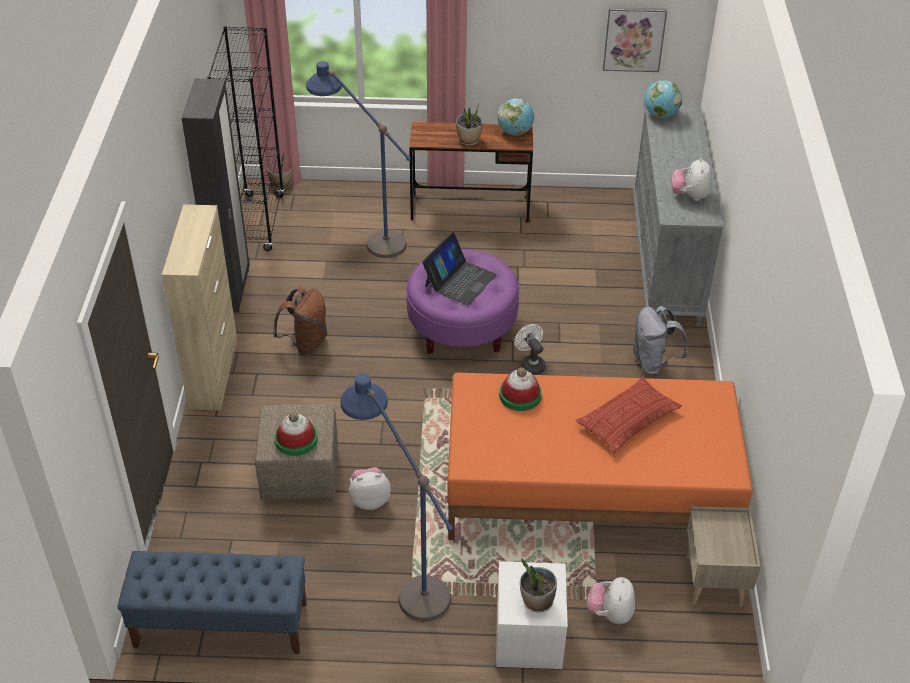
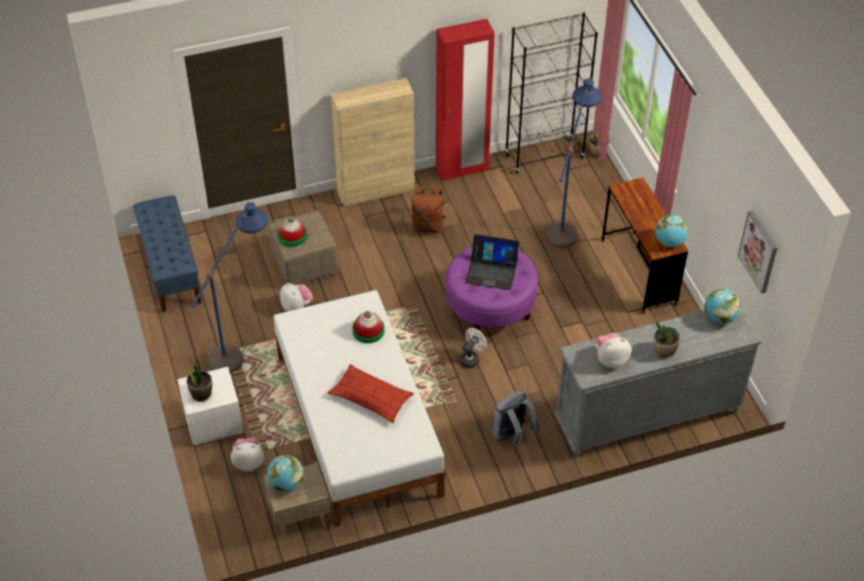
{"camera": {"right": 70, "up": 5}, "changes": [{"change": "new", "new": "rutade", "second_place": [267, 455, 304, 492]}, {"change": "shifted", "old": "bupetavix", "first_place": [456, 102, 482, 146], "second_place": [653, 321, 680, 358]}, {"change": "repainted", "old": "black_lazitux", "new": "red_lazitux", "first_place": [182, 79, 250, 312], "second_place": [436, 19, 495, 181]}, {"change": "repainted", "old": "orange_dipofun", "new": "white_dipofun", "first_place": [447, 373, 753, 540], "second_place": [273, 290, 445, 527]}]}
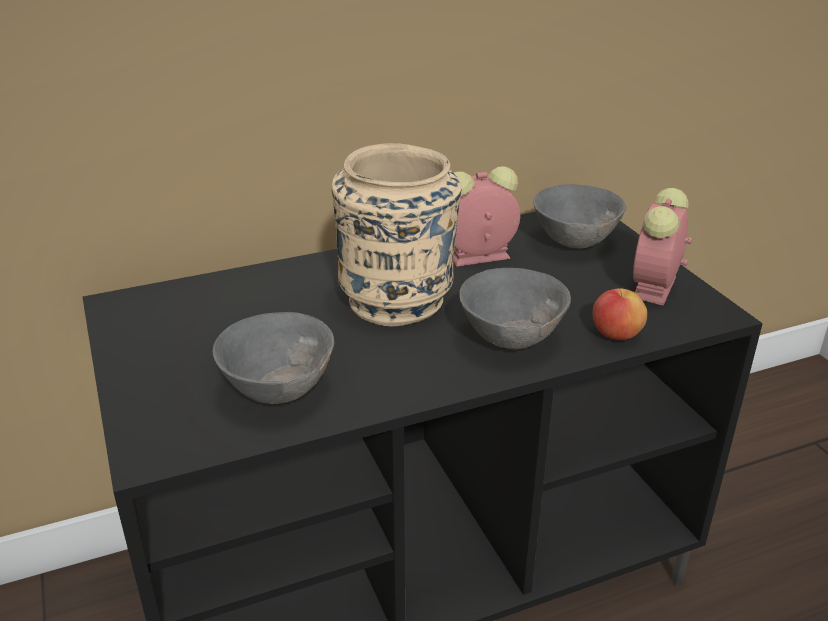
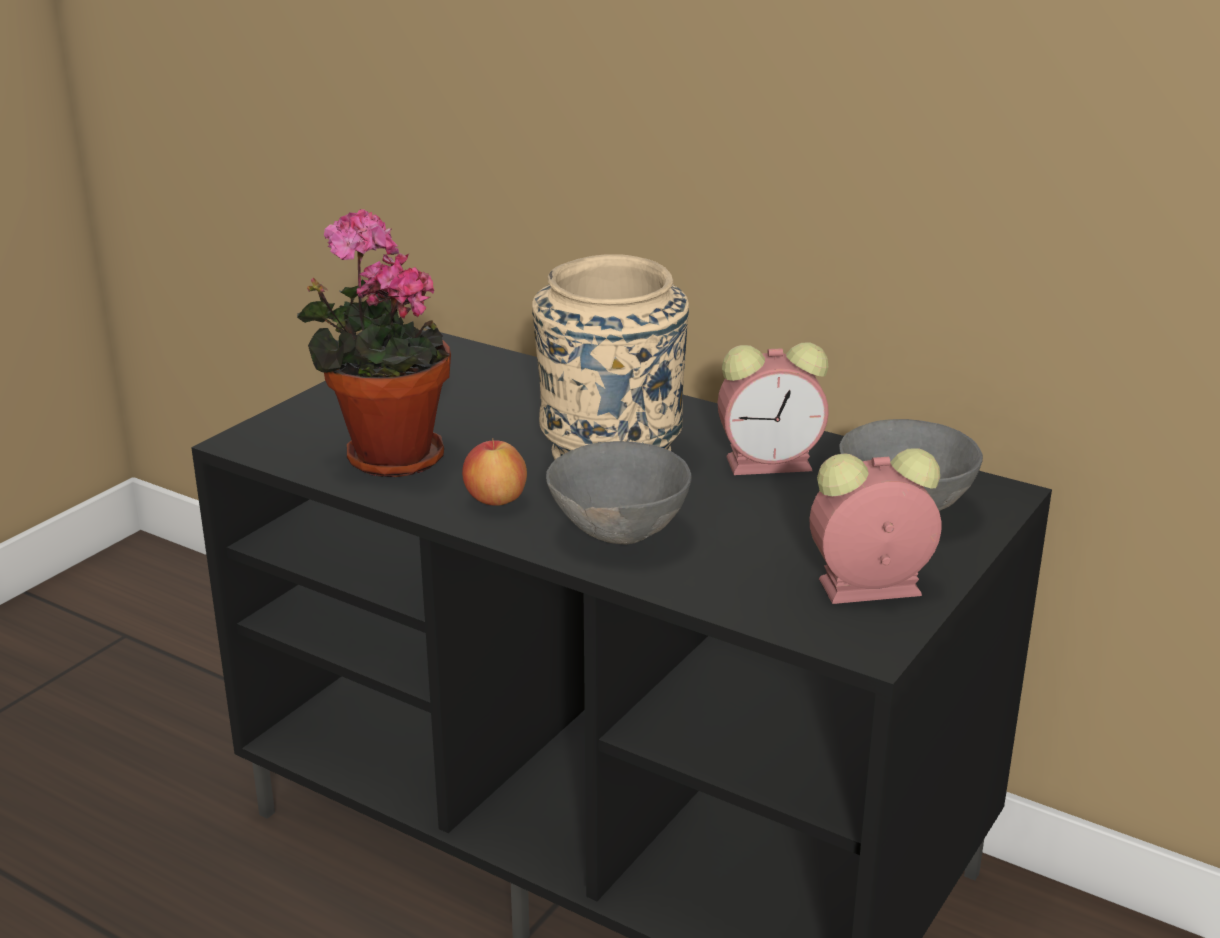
{"camera": {"right": 55, "up": -5}, "changes": [{"change": "shifted", "old": "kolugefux", "first_place": [593, 288, 647, 340], "second_place": [462, 439, 527, 506]}, {"change": "swapped", "old": "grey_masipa", "new": "bupetavix", "first_place": [213, 312, 334, 404], "second_place": [297, 209, 451, 477]}, {"change": "rotated", "old": "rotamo", "first_place": [453, 166, 520, 267], "second_place": [717, 342, 829, 475], "degrees": 135}]}
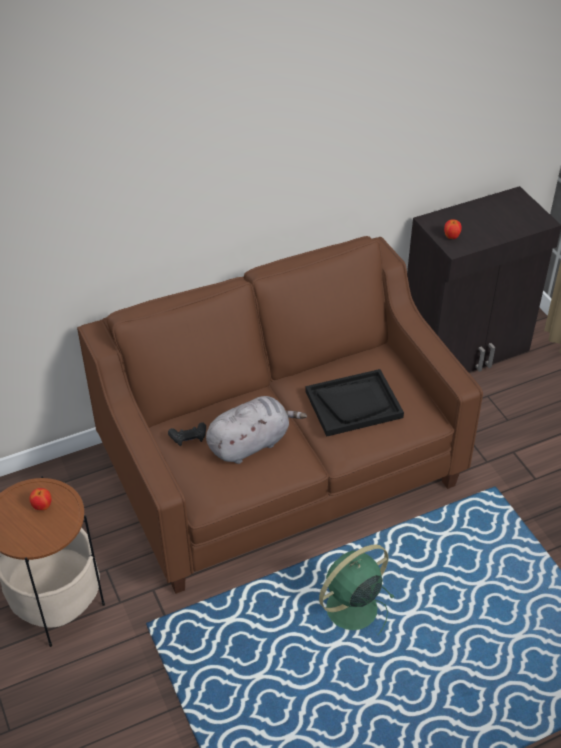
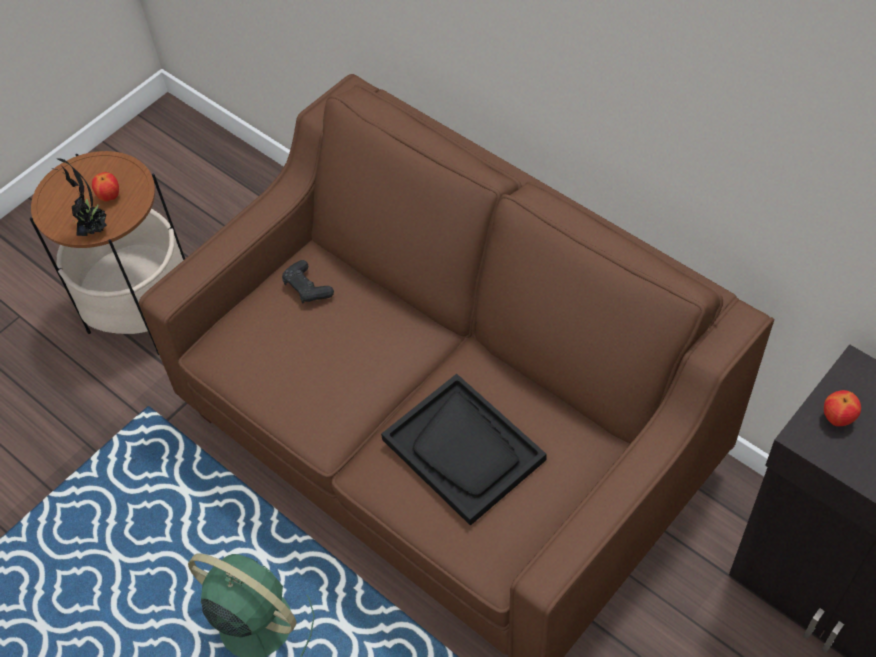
{"camera": {"right": 70, "up": 10}, "changes": [{"change": "gone", "old": "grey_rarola", "first_place": [206, 396, 307, 464]}, {"change": "new", "new": "bupetavix", "second_place": [52, 158, 107, 236]}]}
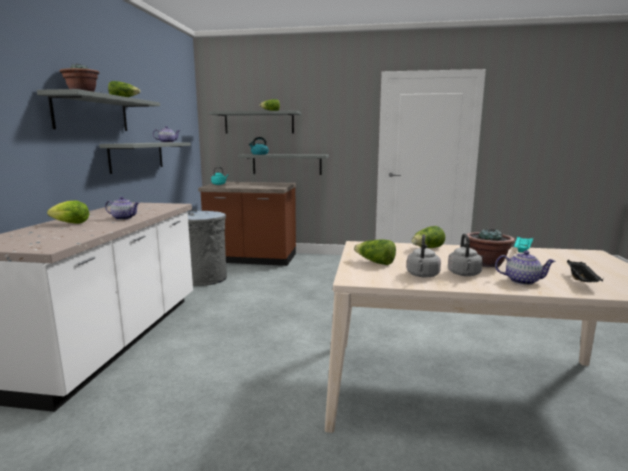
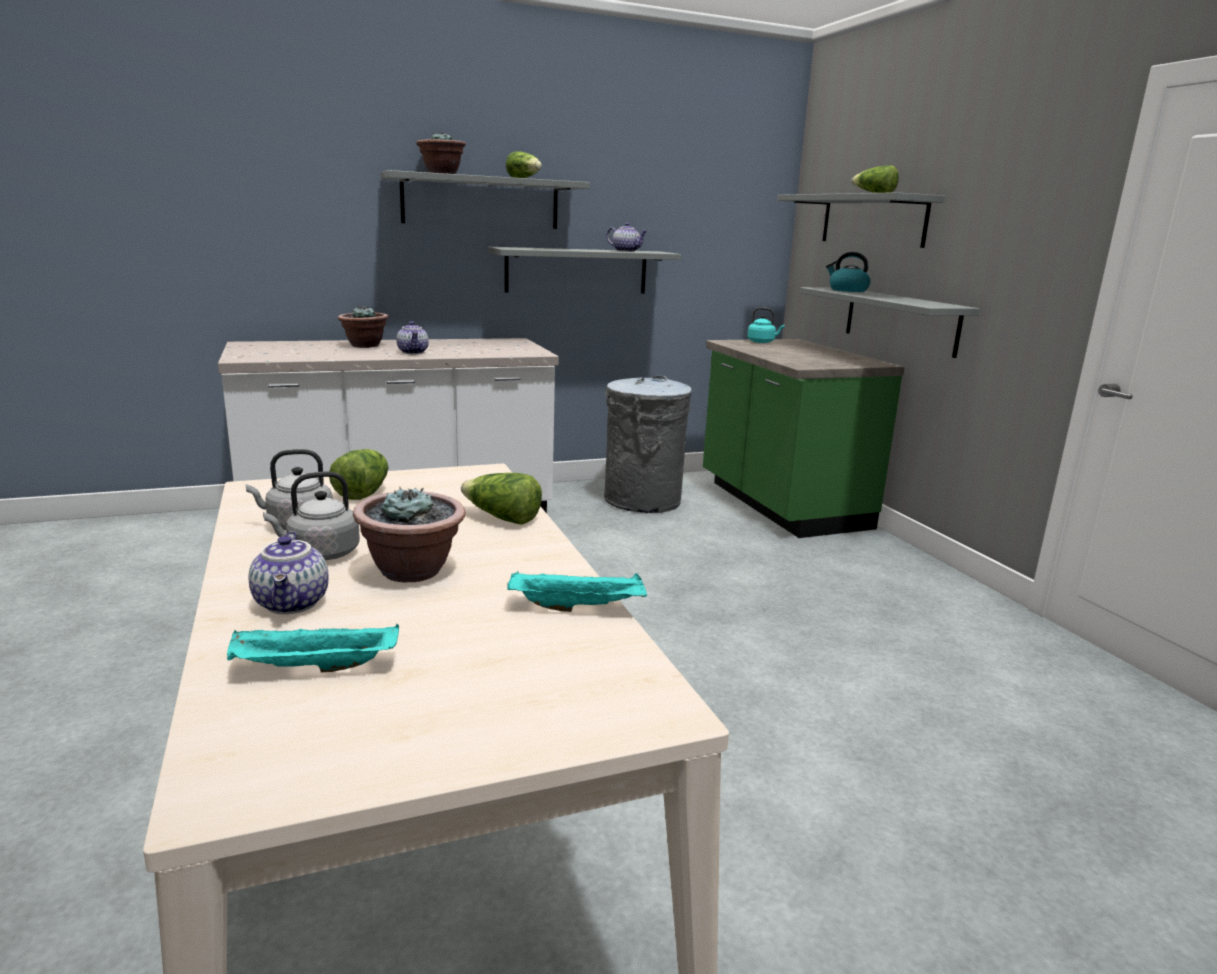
{"camera": {"right": 60, "up": 5}, "changes": [{"change": "swapped", "old": "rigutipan", "new": "bupetavix", "first_place": [47, 200, 89, 224], "second_place": [338, 305, 388, 348]}, {"change": "repainted", "old": "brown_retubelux", "new": "green_retubelux", "first_place": [198, 182, 296, 266], "second_place": [703, 339, 905, 538]}, {"change": "repainted", "old": "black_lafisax", "new": "turquoise_lafisax", "first_place": [567, 260, 603, 282], "second_place": [227, 624, 399, 672]}]}
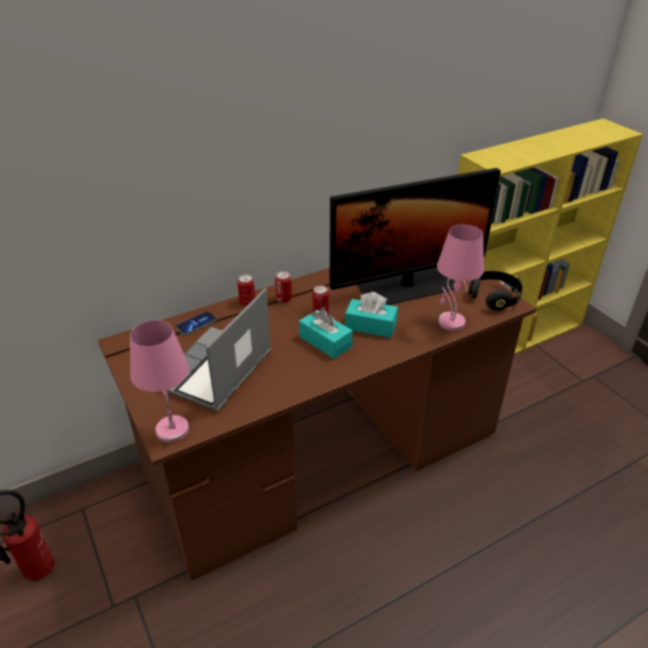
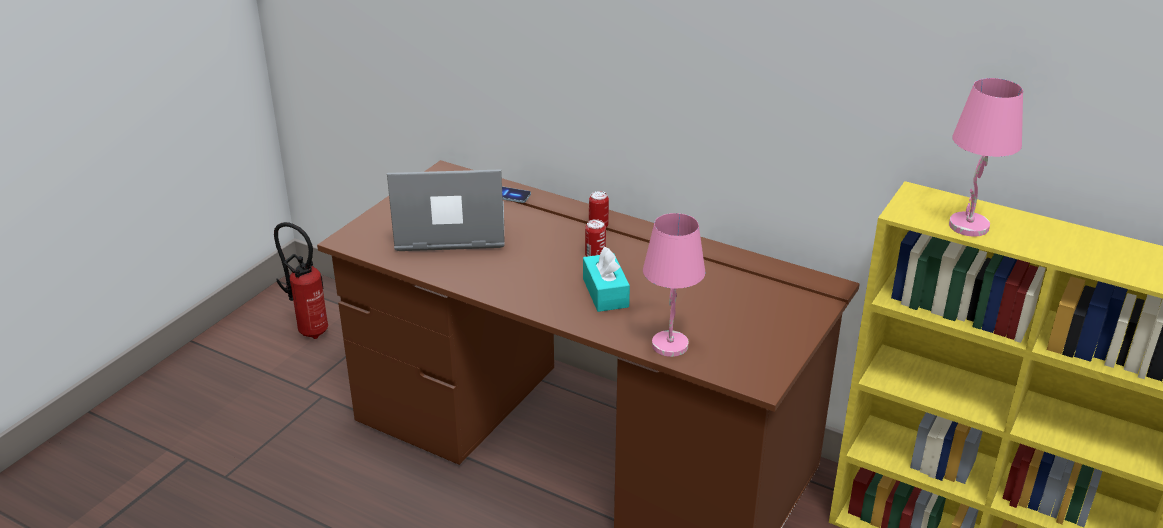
{"camera": {"right": 60, "up": -5}, "changes": [{"change": "gone", "old": "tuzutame", "first_place": [237, 275, 255, 306]}, {"change": "gone", "old": "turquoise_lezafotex", "first_place": [299, 309, 353, 359]}, {"change": "gone", "old": "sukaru", "first_place": [330, 168, 501, 305]}, {"change": "gone", "old": "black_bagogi", "first_place": [469, 271, 523, 310]}, {"change": "shifted", "old": "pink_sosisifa", "first_place": [130, 320, 189, 443], "second_place": [949, 78, 1023, 237]}]}
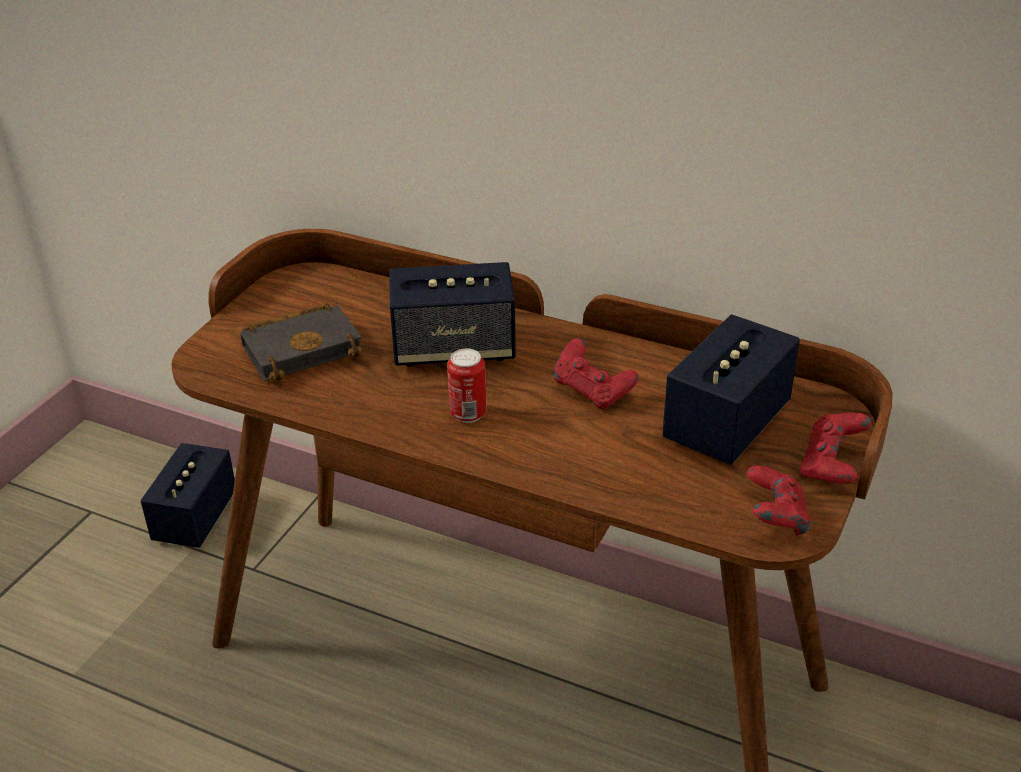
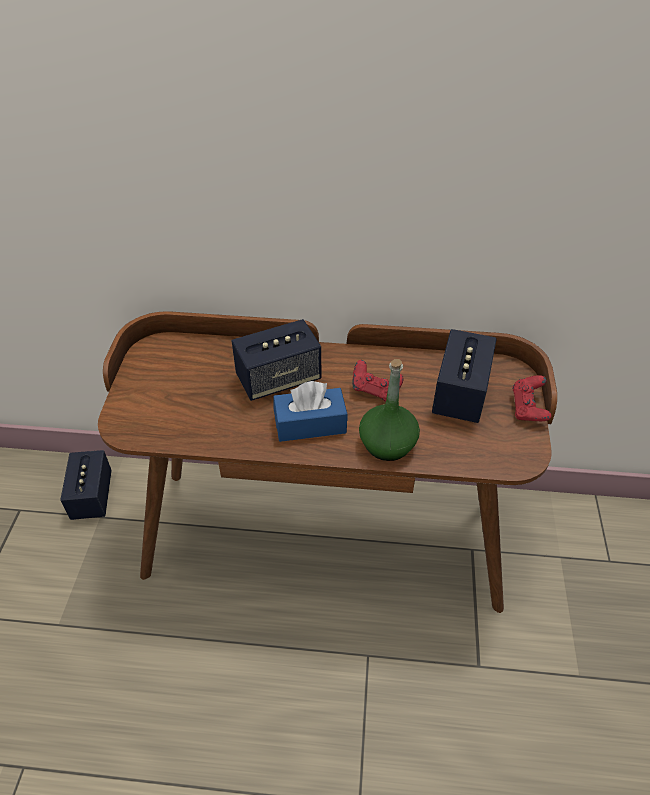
{"camera": {"right": -20, "up": 10}, "changes": [{"change": "gone", "old": "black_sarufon", "first_place": [240, 303, 364, 383]}, {"change": "gone", "old": "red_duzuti", "first_place": [747, 466, 811, 536]}, {"change": "new", "new": "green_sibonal", "second_place": [359, 359, 420, 461]}, {"change": "swapped", "old": "tuzutame", "new": "blue_lezafotex", "first_place": [447, 348, 487, 423], "second_place": [273, 381, 347, 442]}]}
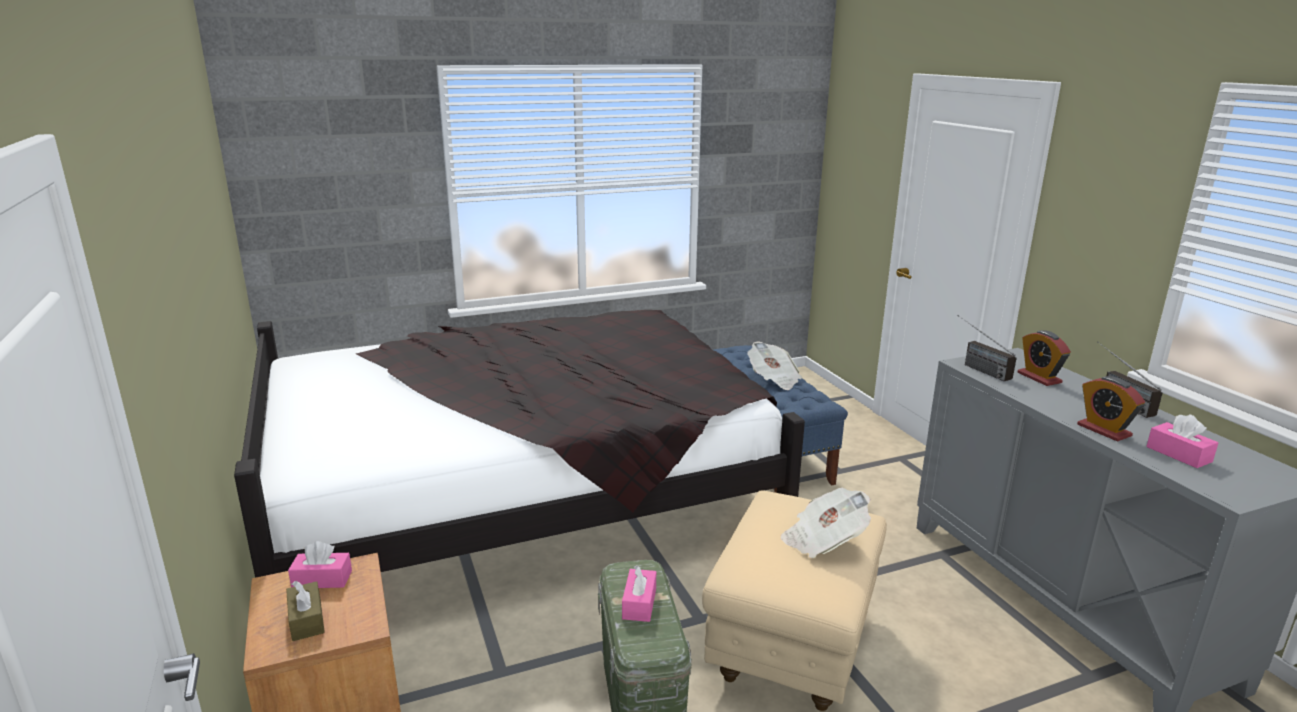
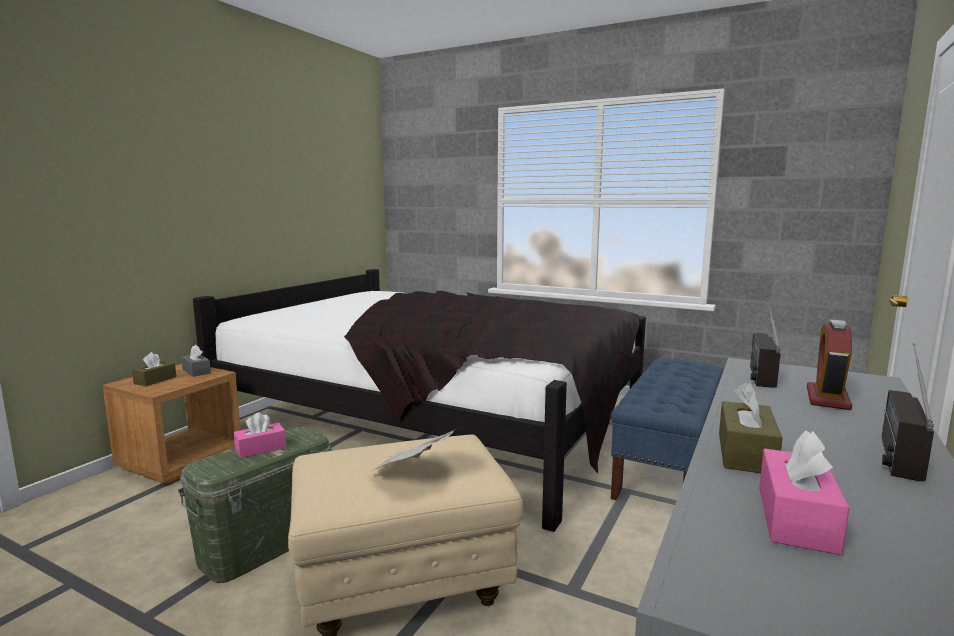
{"camera": {"right": 50, "up": -10}, "changes": [{"change": "gone", "old": "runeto", "first_place": [747, 341, 802, 390]}, {"change": "swapped", "old": "rotamo", "new": "brown_lezafotex", "first_place": [1077, 376, 1145, 442], "second_place": [719, 381, 782, 473]}, {"change": "repainted", "old": "pink_lezafotex", "new": "grey_lezafotex", "first_place": [288, 541, 352, 588], "second_place": [181, 345, 211, 377]}]}
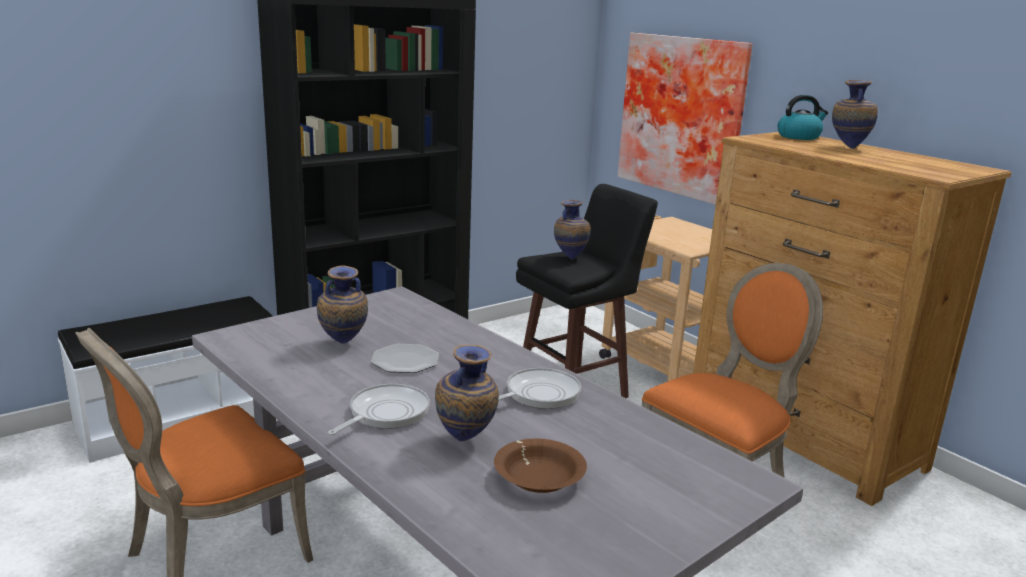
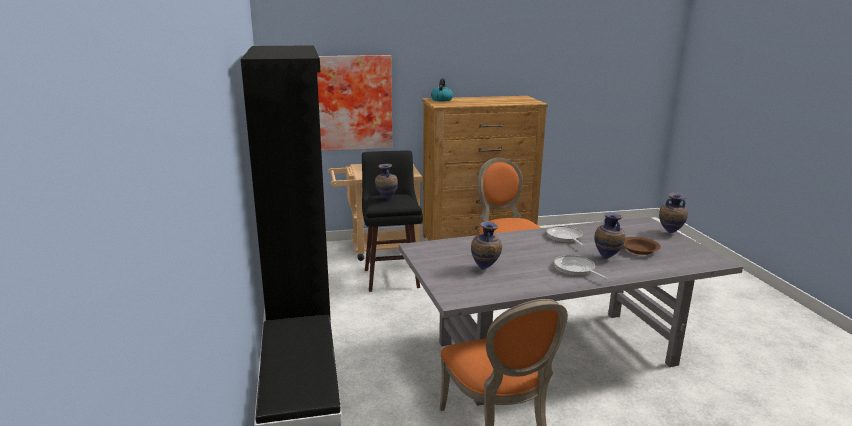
{"camera": {"right": -65, "up": 0}, "changes": [{"change": "gone", "old": "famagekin", "first_place": [371, 344, 439, 373]}, {"change": "shifted", "old": "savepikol", "first_place": [832, 80, 878, 149], "second_place": [659, 192, 688, 233]}]}
